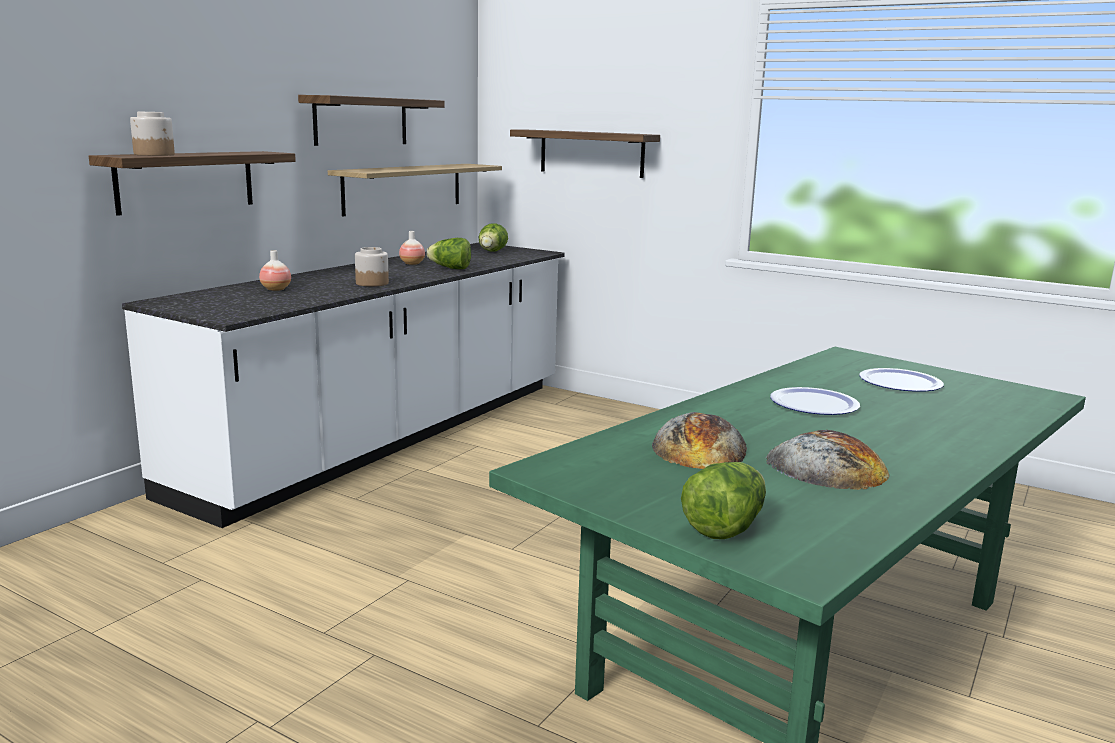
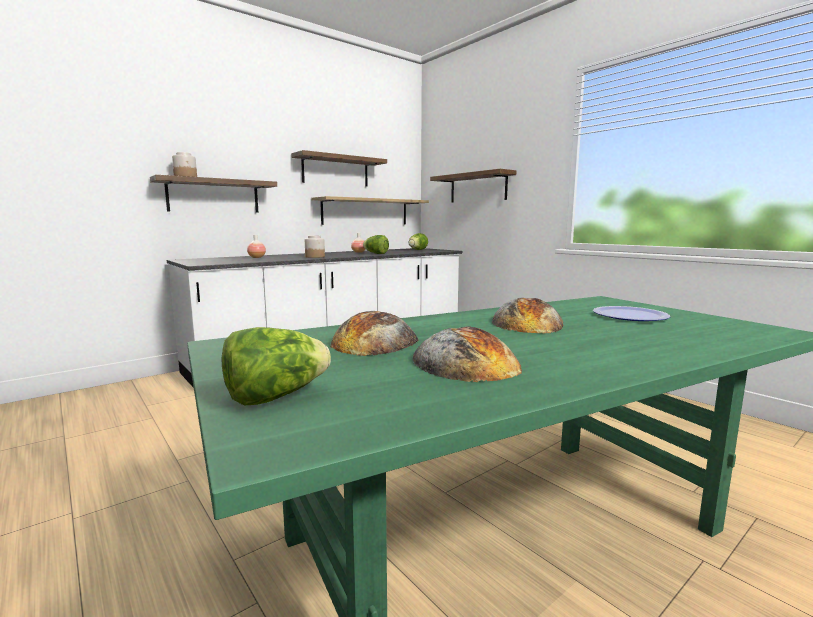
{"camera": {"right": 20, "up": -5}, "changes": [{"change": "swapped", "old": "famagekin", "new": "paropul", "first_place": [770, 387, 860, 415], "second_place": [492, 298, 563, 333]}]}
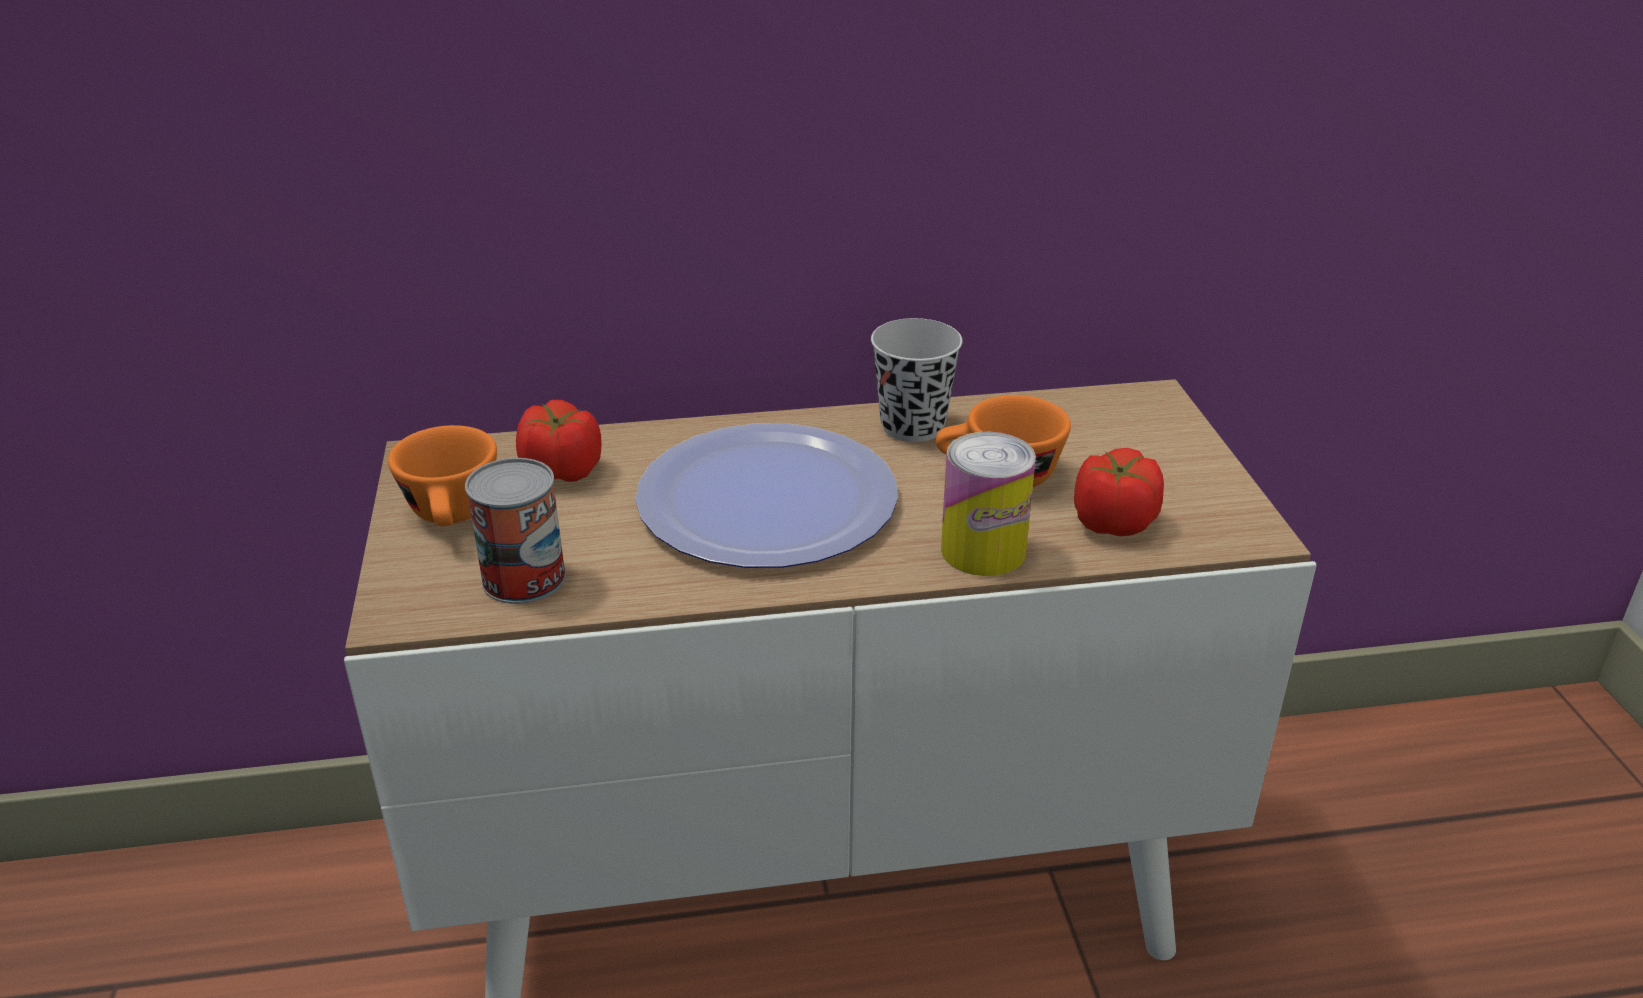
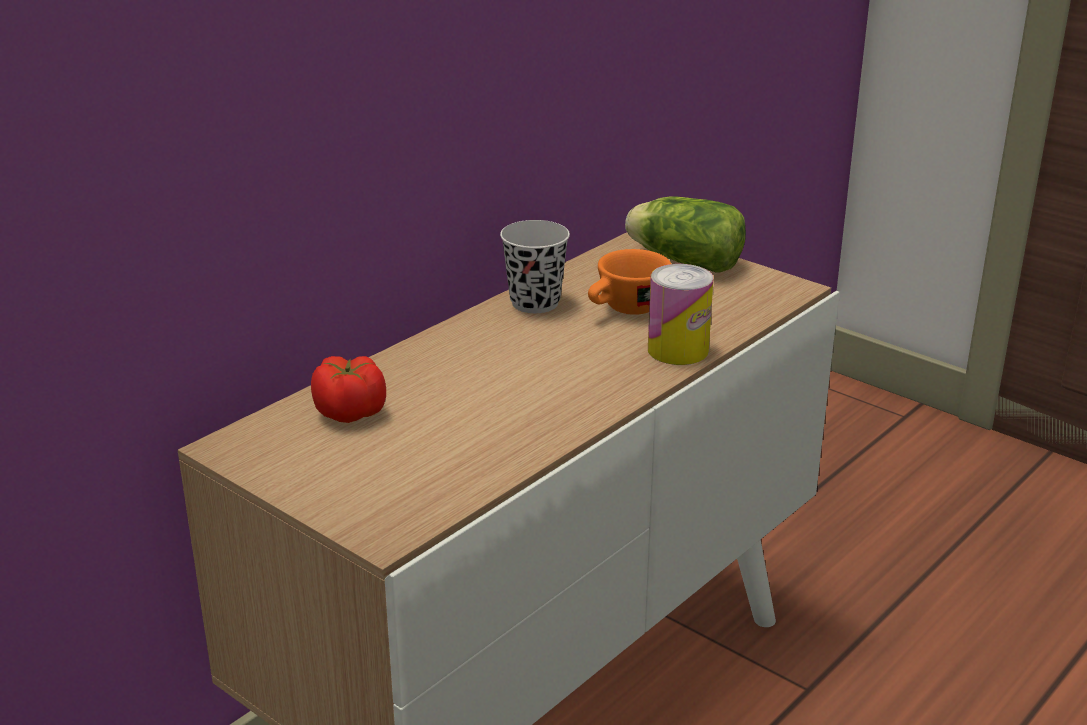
{"camera": {"right": -40, "up": -5}, "changes": [{"change": "gone", "old": "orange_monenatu", "first_place": [388, 425, 497, 526]}, {"change": "gone", "old": "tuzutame", "first_place": [465, 458, 566, 604]}, {"change": "gone", "old": "famagekin", "first_place": [635, 423, 898, 568]}, {"change": "gone", "old": "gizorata", "first_place": [1074, 448, 1164, 536]}, {"change": "new", "new": "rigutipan", "second_place": [625, 197, 746, 273]}]}
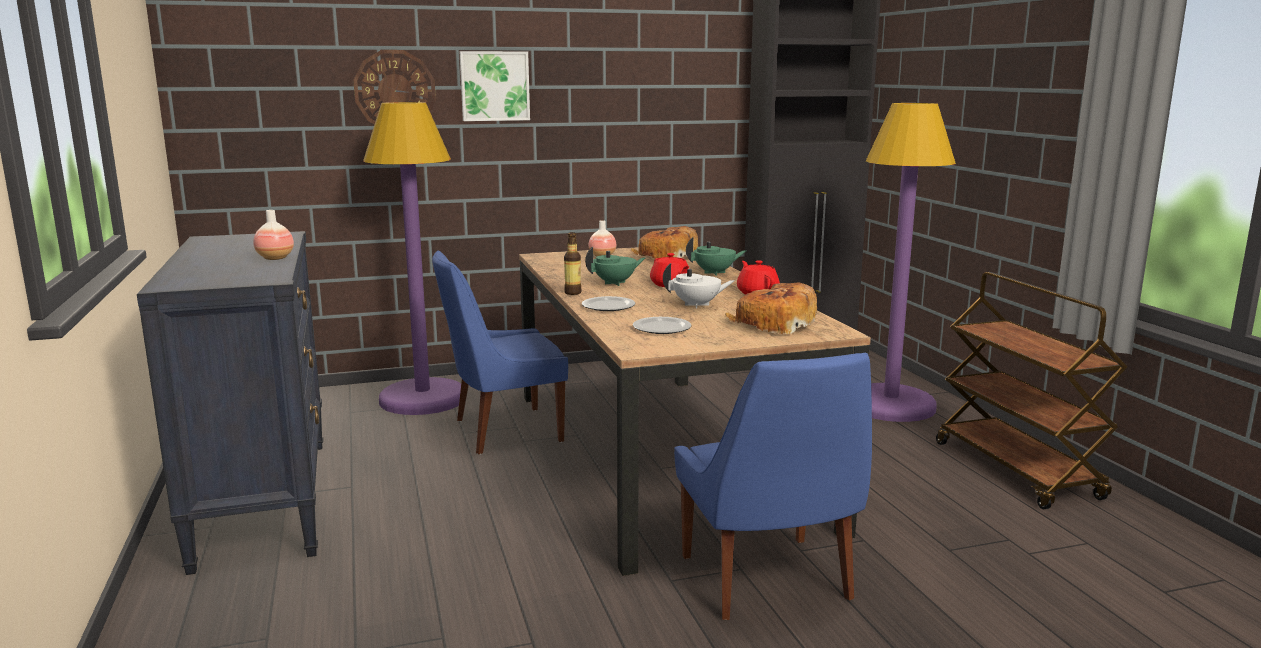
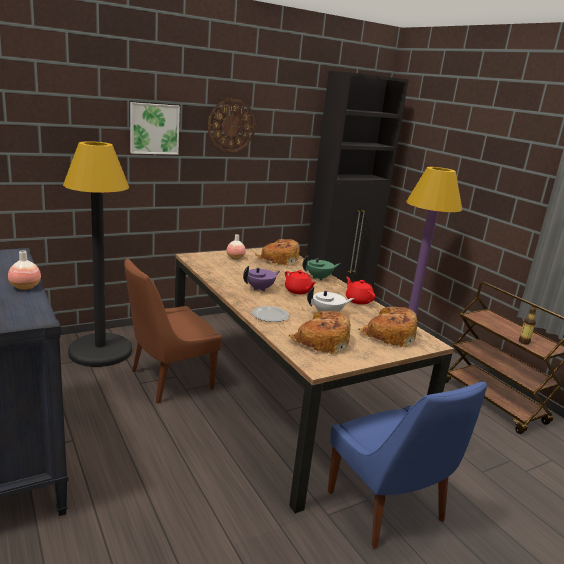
{"camera": {"right": -15, "up": 5}, "changes": [{"change": "shifted", "old": "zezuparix", "first_place": [353, 50, 436, 124], "second_place": [208, 99, 255, 152]}, {"change": "shifted", "old": "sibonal", "first_place": [564, 232, 582, 295], "second_place": [519, 306, 537, 345]}, {"change": "swapped", "old": "famagekin", "new": "paropul", "first_place": [633, 317, 691, 334], "second_place": [289, 311, 351, 354]}, {"change": "repainted", "old": "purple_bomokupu", "new": "black_bomokupu", "first_place": [363, 102, 461, 415], "second_place": [63, 141, 132, 367]}, {"change": "repainted", "old": "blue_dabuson", "new": "brown_dabuson", "first_place": [432, 251, 568, 454], "second_place": [124, 259, 222, 404]}, {"change": "repainted", "old": "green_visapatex", "new": "purple_visapatex", "first_place": [585, 247, 645, 286], "second_place": [243, 266, 280, 292]}]}
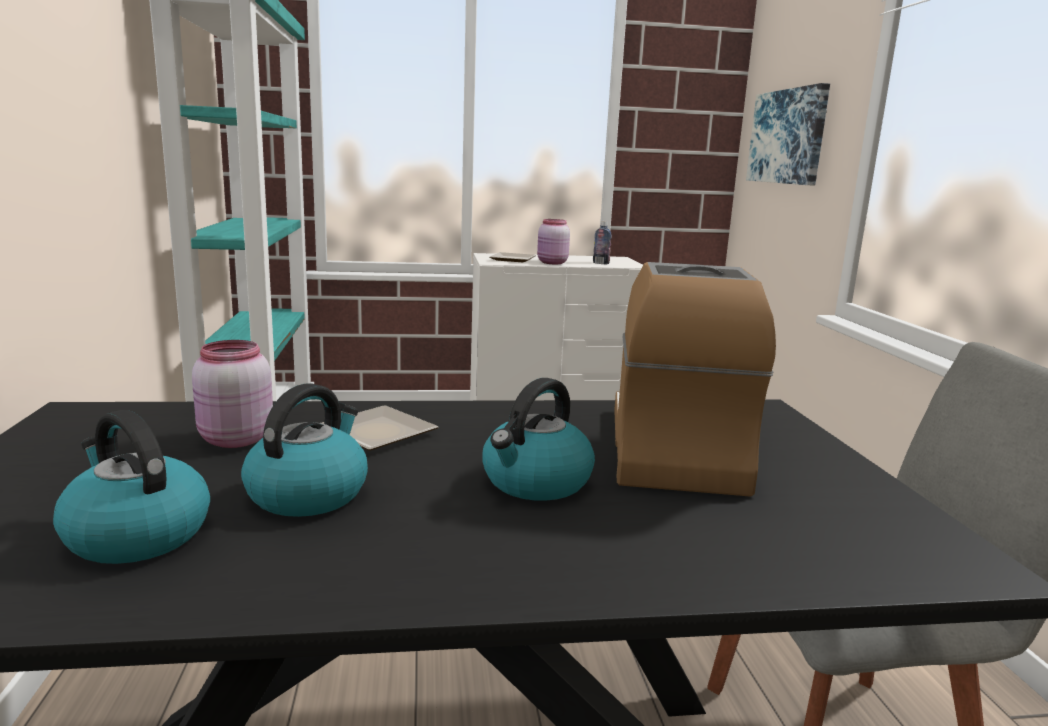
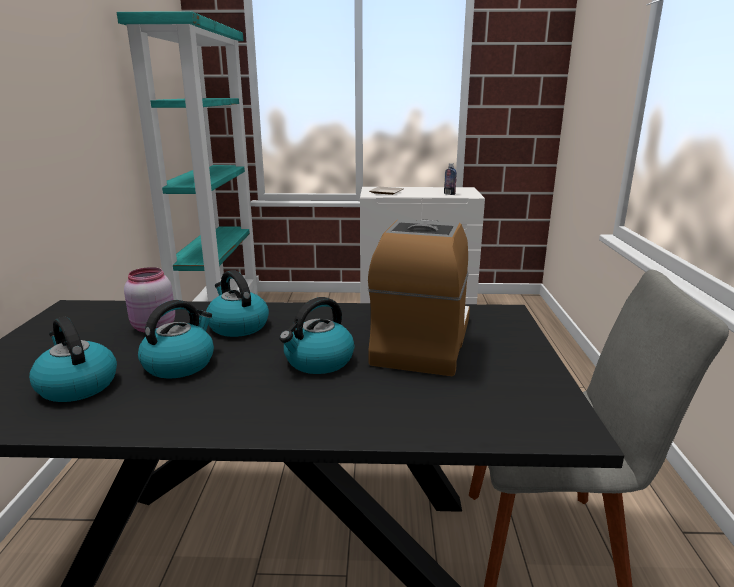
{"camera": {"right": 10, "up": 5}, "changes": [{"change": "gone", "old": "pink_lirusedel", "first_place": [537, 219, 570, 264]}, {"change": "gone", "old": "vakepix", "first_place": [746, 83, 830, 186]}, {"change": "swapped", "old": "famagekin", "new": "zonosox", "first_place": [322, 405, 439, 451], "second_place": [206, 270, 269, 337]}]}
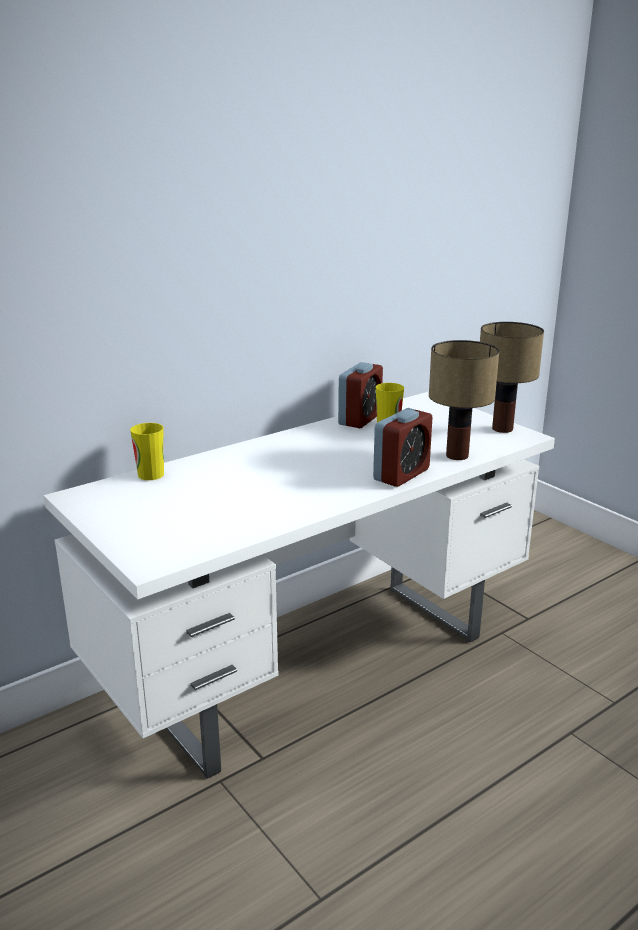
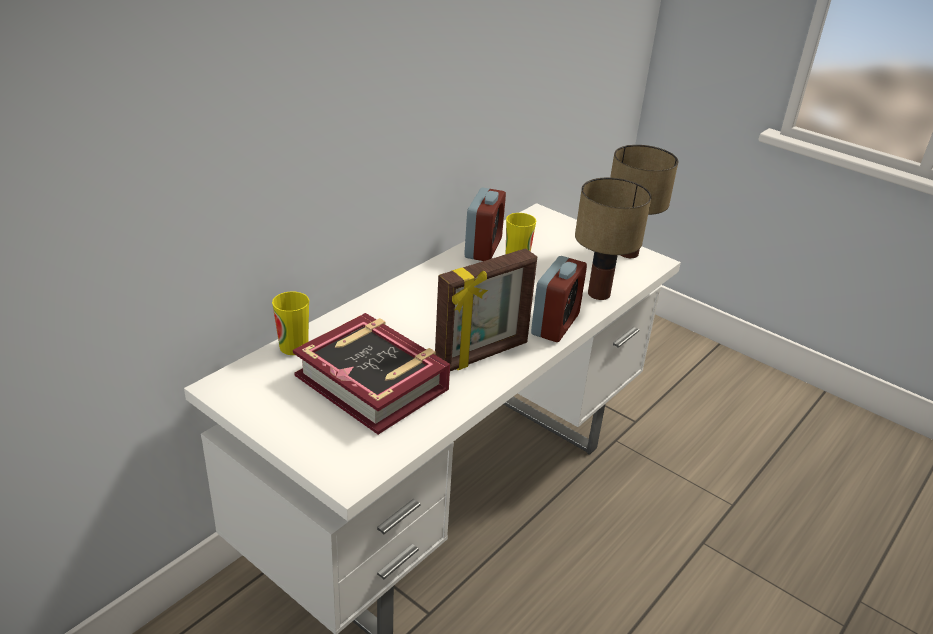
{"camera": {"right": -15, "up": 10}, "changes": [{"change": "new", "new": "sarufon", "second_place": [293, 313, 450, 435]}, {"change": "new", "new": "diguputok", "second_place": [435, 248, 537, 371]}]}
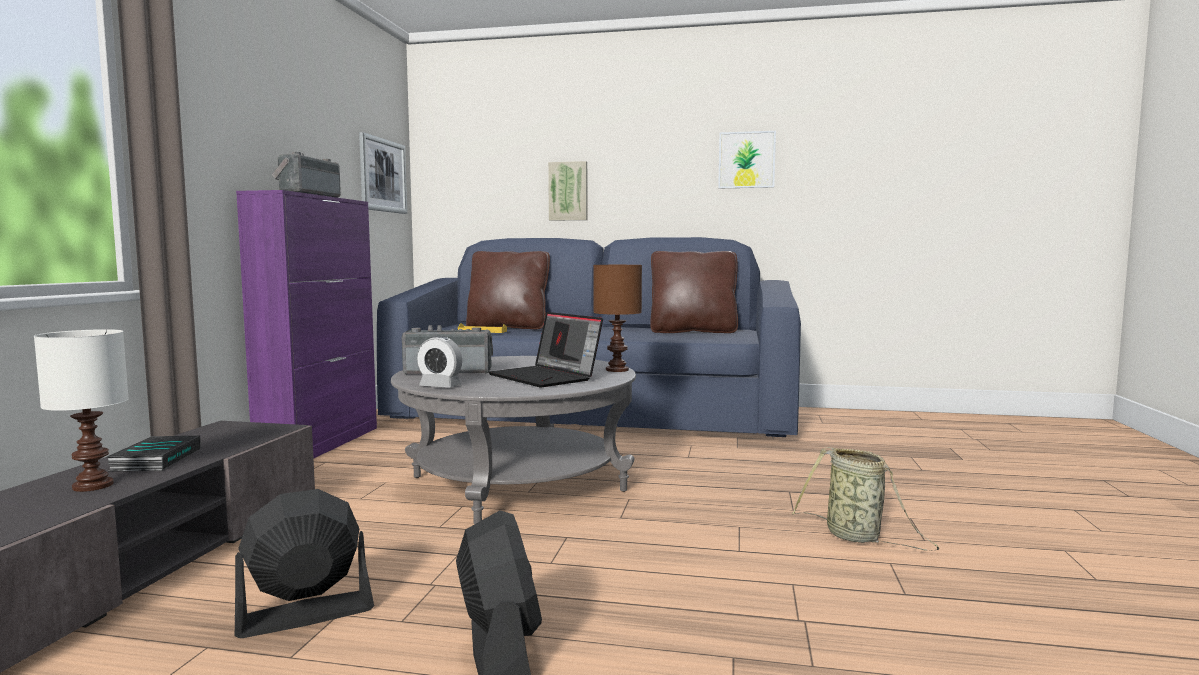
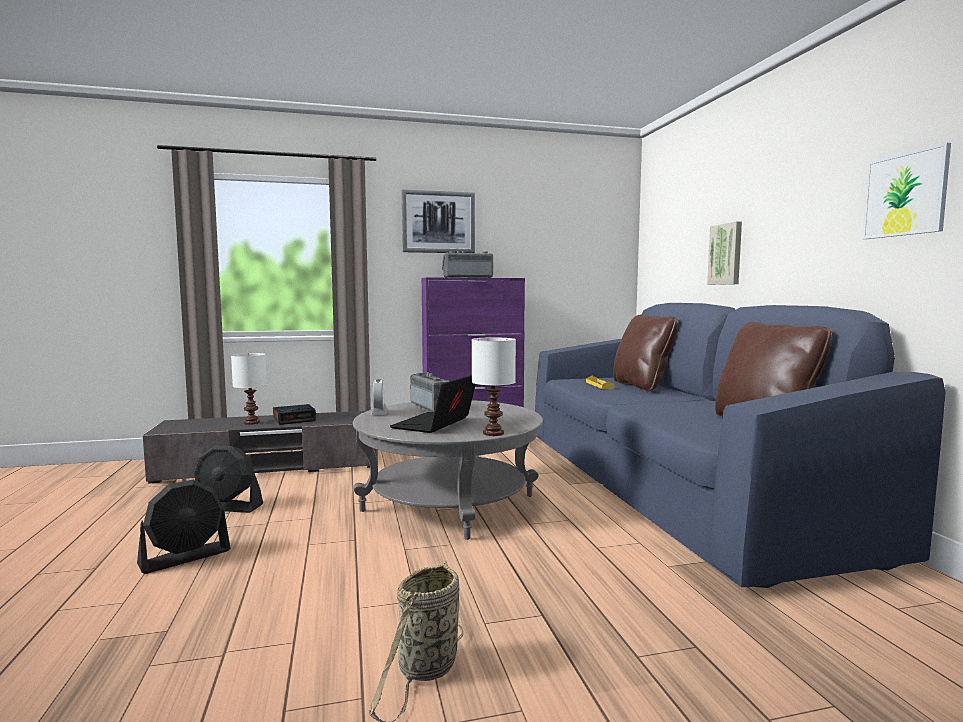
{"camera": {"right": 65, "up": 0}, "changes": [{"change": "shifted", "old": "vakepix", "first_place": [359, 132, 407, 214], "second_place": [402, 189, 475, 253]}, {"change": "swapped", "old": "sarufon", "new": "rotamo", "first_place": [107, 436, 201, 471], "second_place": [273, 404, 316, 425]}, {"change": "repainted", "old": "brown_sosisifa", "new": "white_sosisifa", "first_place": [593, 265, 642, 372], "second_place": [472, 337, 516, 436]}, {"change": "rotated", "old": "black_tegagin", "first_place": [235, 489, 374, 638], "second_place": [194, 445, 263, 513], "degrees": 150}]}
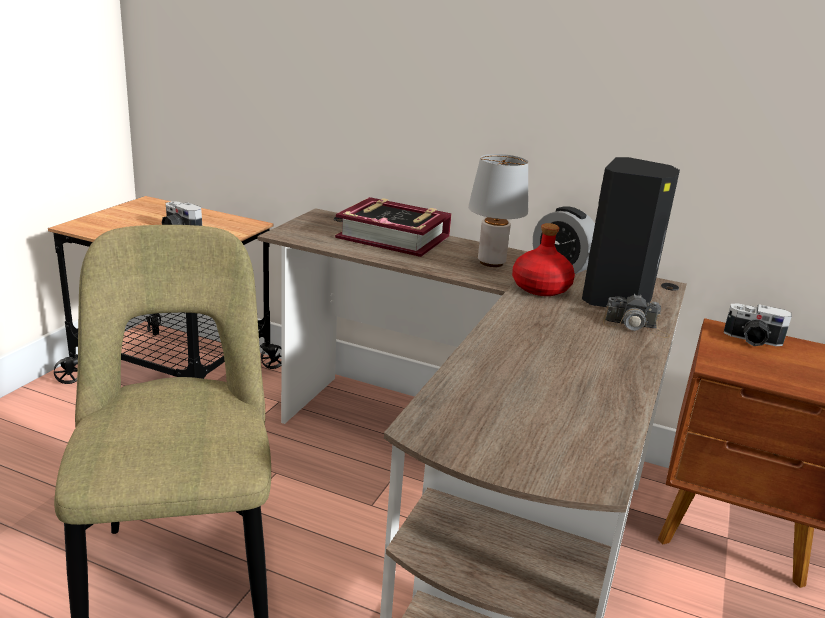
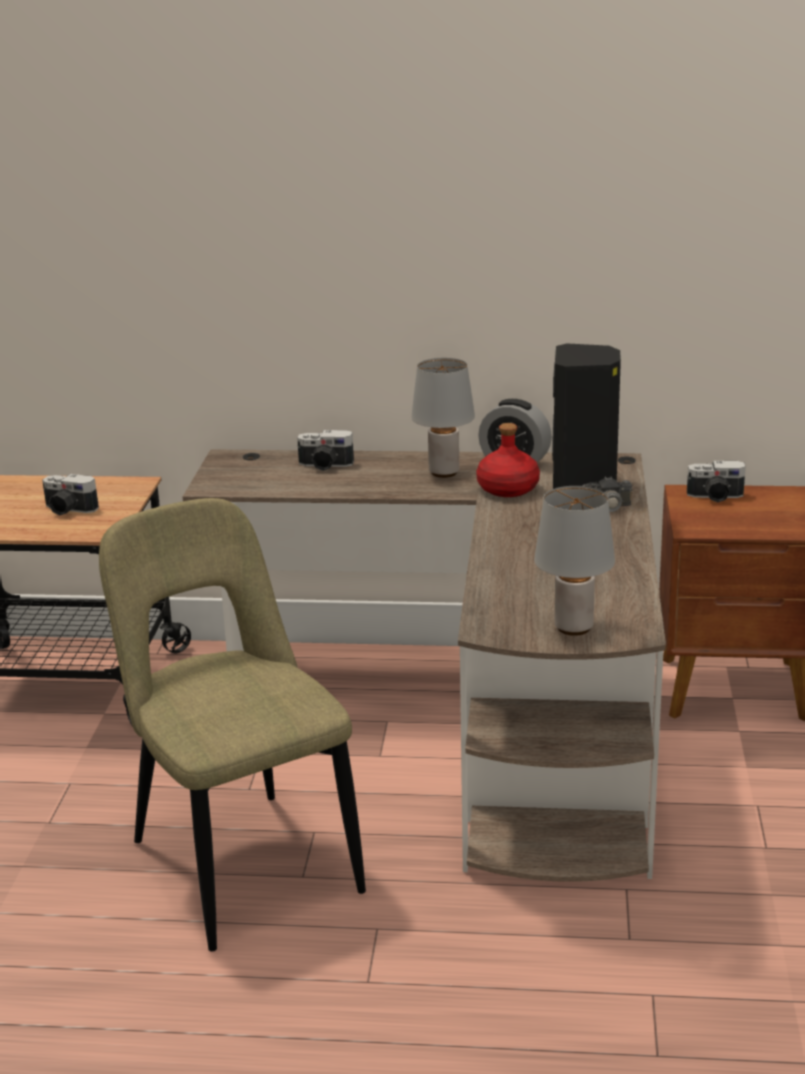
{"camera": {"right": -15, "up": 0}, "changes": [{"change": "new", "new": "grey_sosisifa", "second_place": [534, 486, 615, 636]}, {"change": "swapped", "old": "sarufon", "new": "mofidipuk", "first_place": [335, 197, 452, 257], "second_place": [297, 430, 354, 471]}]}
